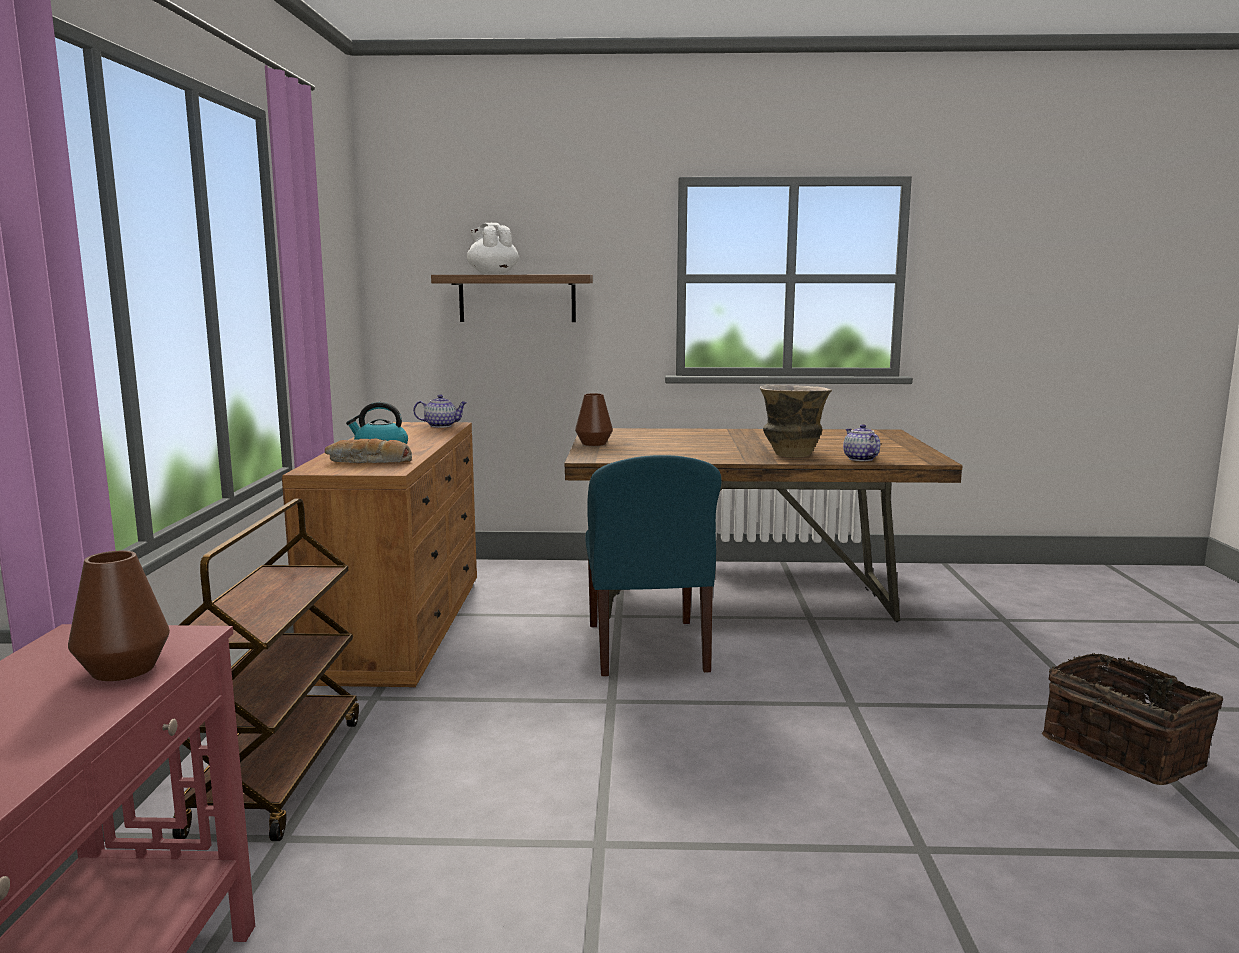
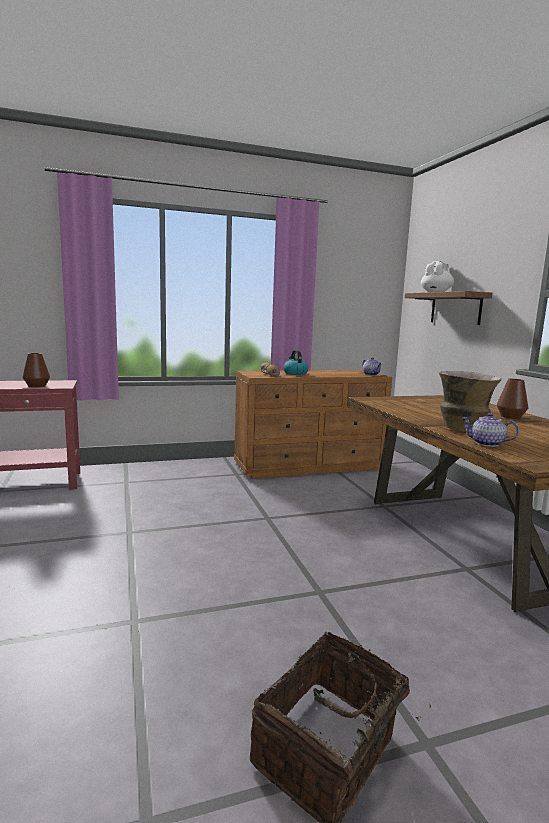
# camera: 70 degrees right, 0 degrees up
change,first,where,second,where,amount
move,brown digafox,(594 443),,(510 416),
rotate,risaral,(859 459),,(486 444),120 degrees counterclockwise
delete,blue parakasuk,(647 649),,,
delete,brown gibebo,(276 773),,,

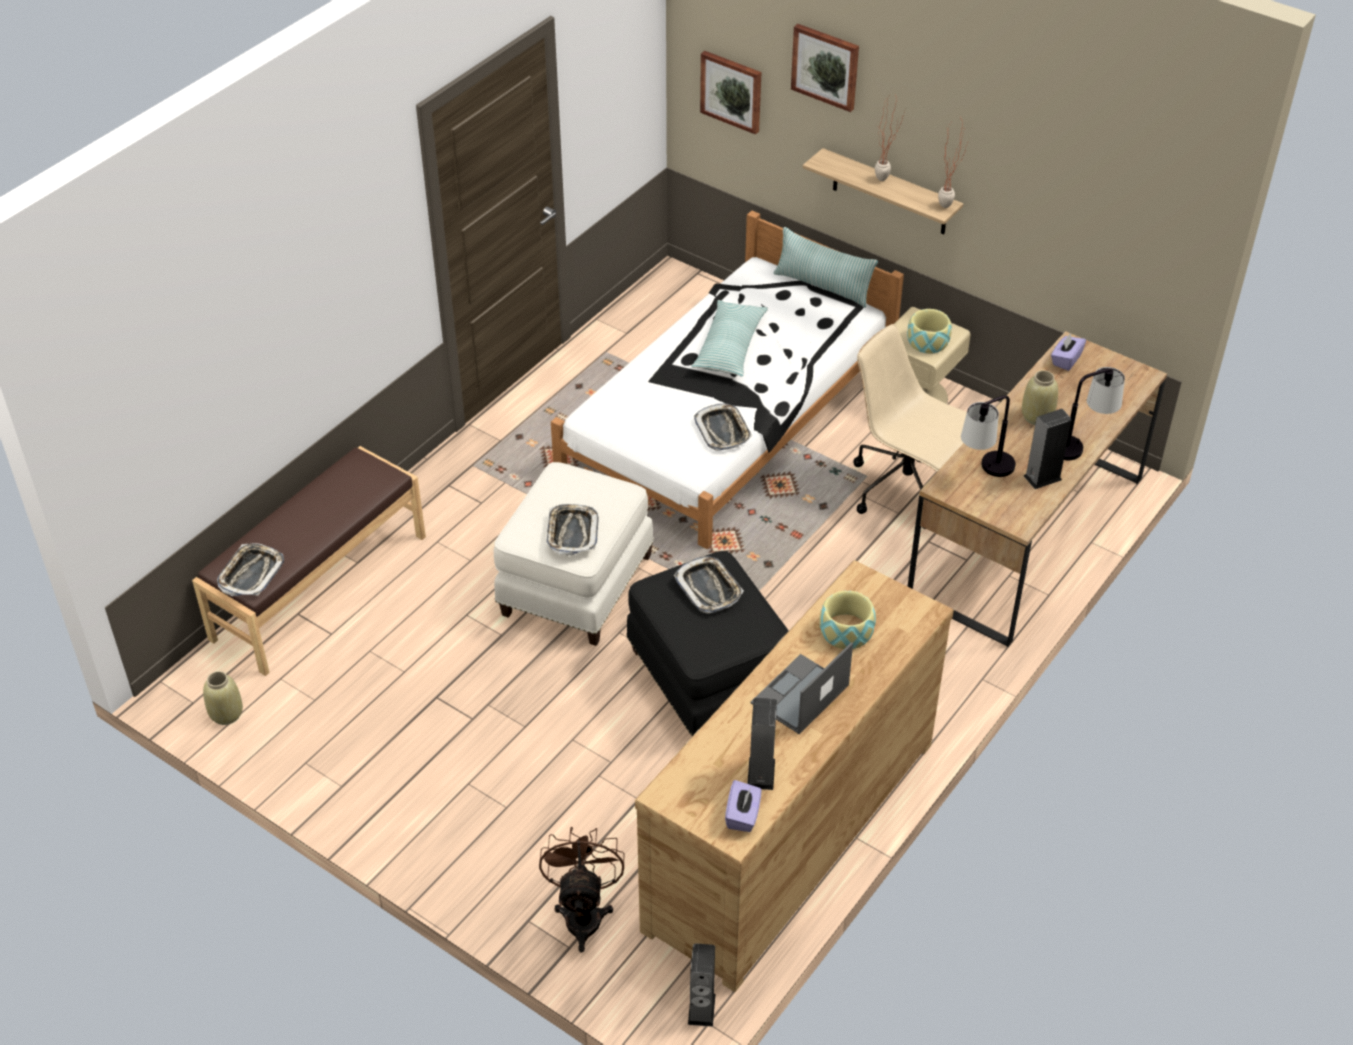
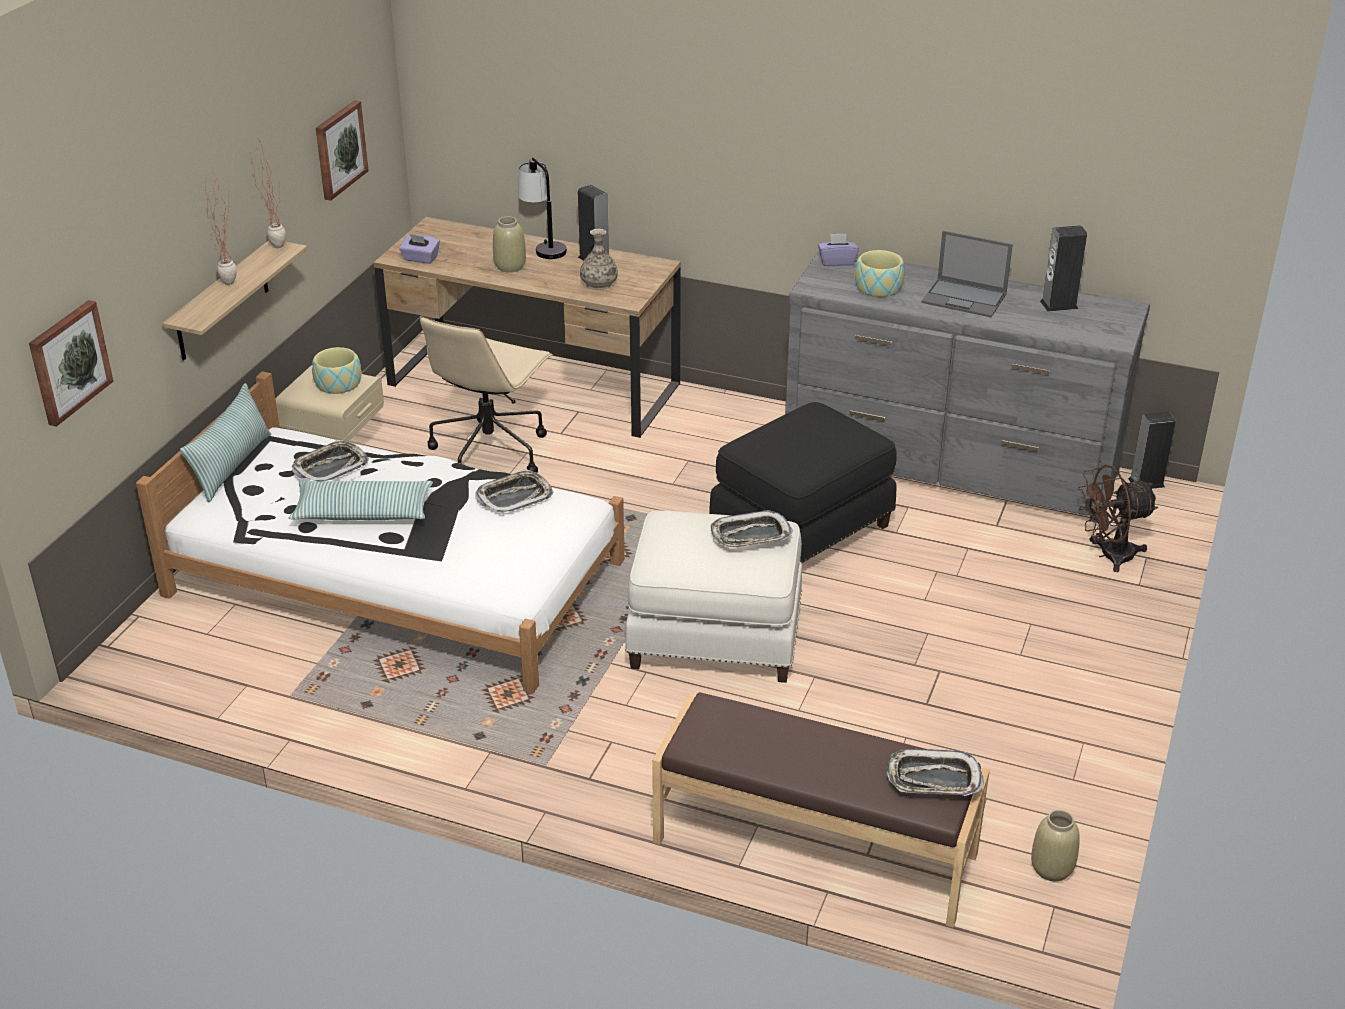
# camera: 105 degrees left, 10 degrees down
change,first,where,second,where,amount
move,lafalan,(826 66),,(339 149),
replace,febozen,(985 472),digafox,(599 284),
move,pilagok,(709 588),,(330 467),
recolor,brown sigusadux,(788 834),grey sigusadux,(950 465),
move,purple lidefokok,(743 816),,(837 262),

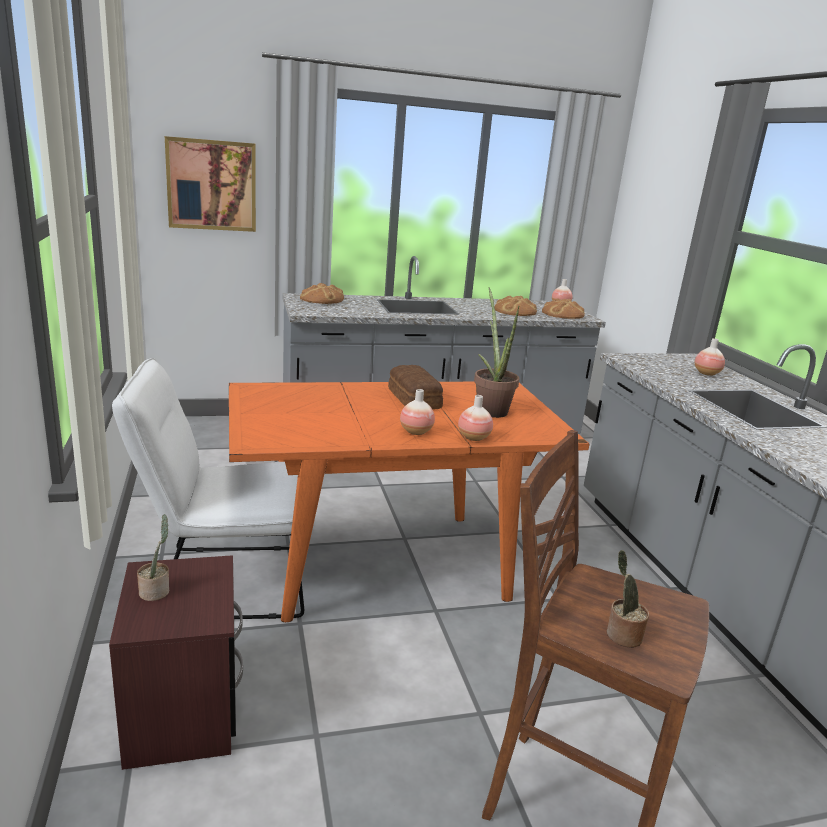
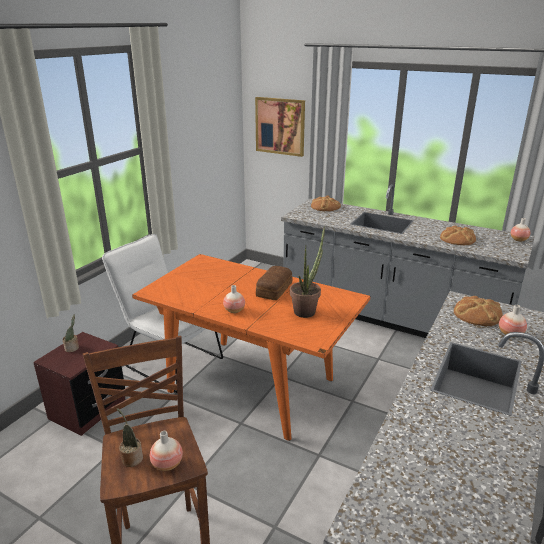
# camera: 45 degrees right, 5 degrees up
change,first,where,second,where,amount
move,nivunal,(563 314),,(477 314),
move,digafox,(473 437),,(167 464),

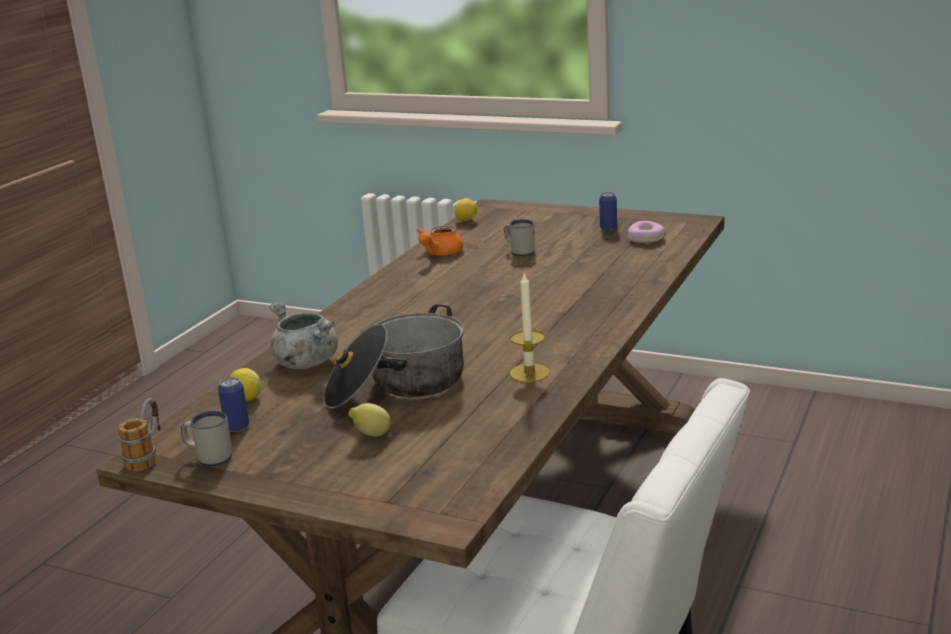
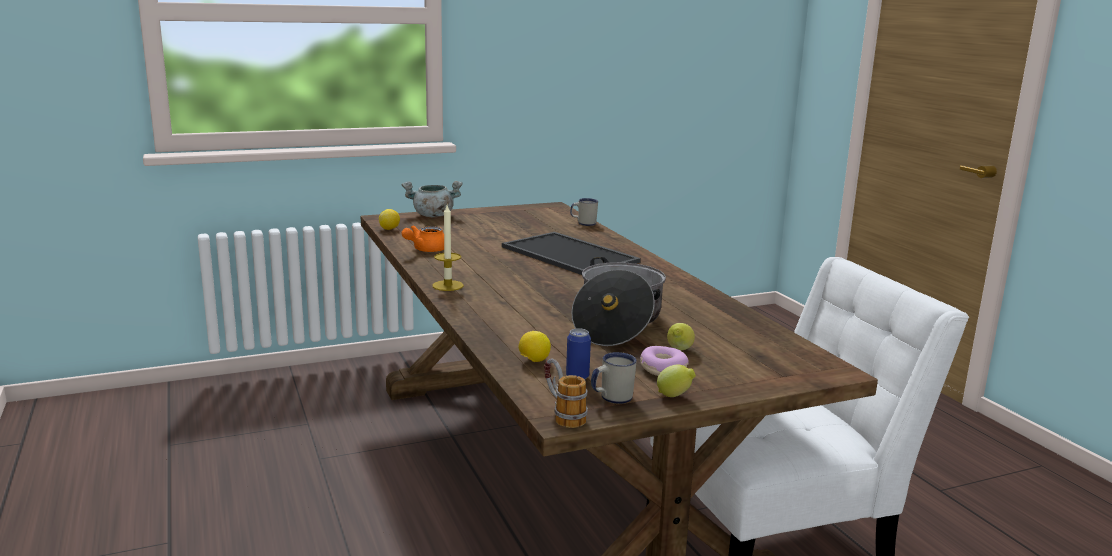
# camera: 50 degrees left, 5 degrees down
change,first,where,second,where,amount
delete,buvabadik,(608 228),,,
move,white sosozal,(519 251),,(583 223),
move,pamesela,(646 239),,(663 368),
rotate,orange risaral,(439 253),,(425 250),60 degrees clockwise
move,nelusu,(529 373),,(448 285),
move,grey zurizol,(305 363),,(432 215),
insert,,,pilagok,(572 254),
insert,,,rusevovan,(675 396),

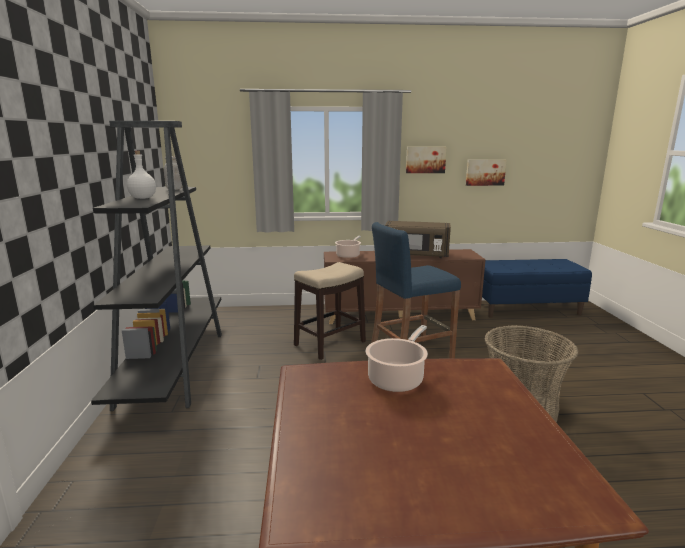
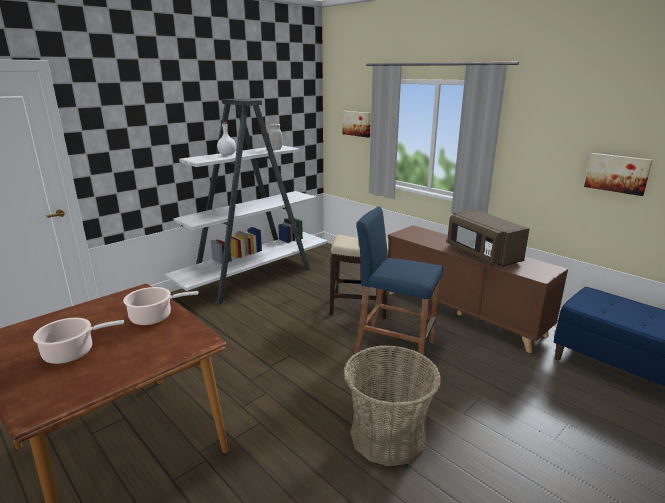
# camera: 50 degrees right, 5 degrees up
change,first,where,second,where,amount
recolor,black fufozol,(175 365),white fufozol,(255 277),
move,lafalan,(425 159),,(357 123),
move,zurizol,(348 255),,(72 352),

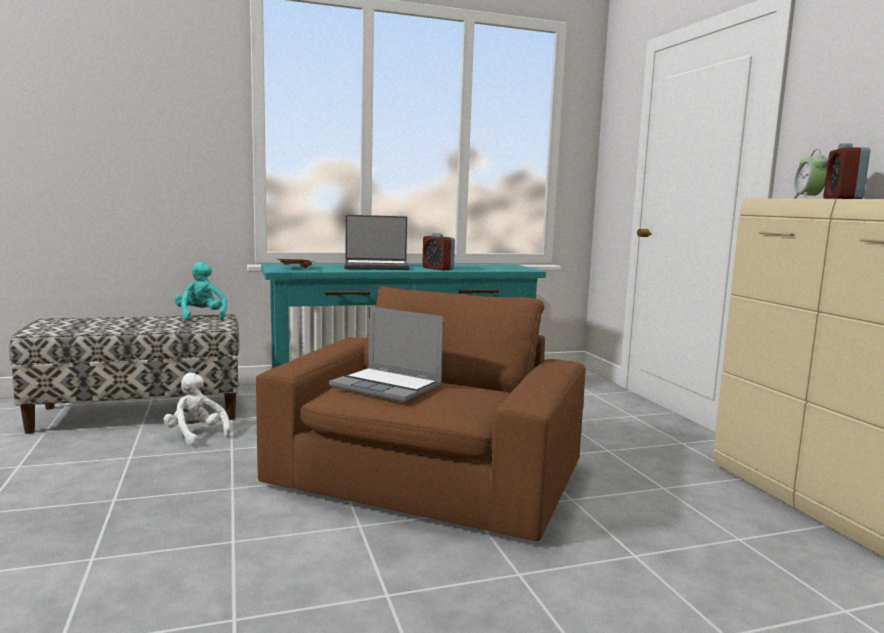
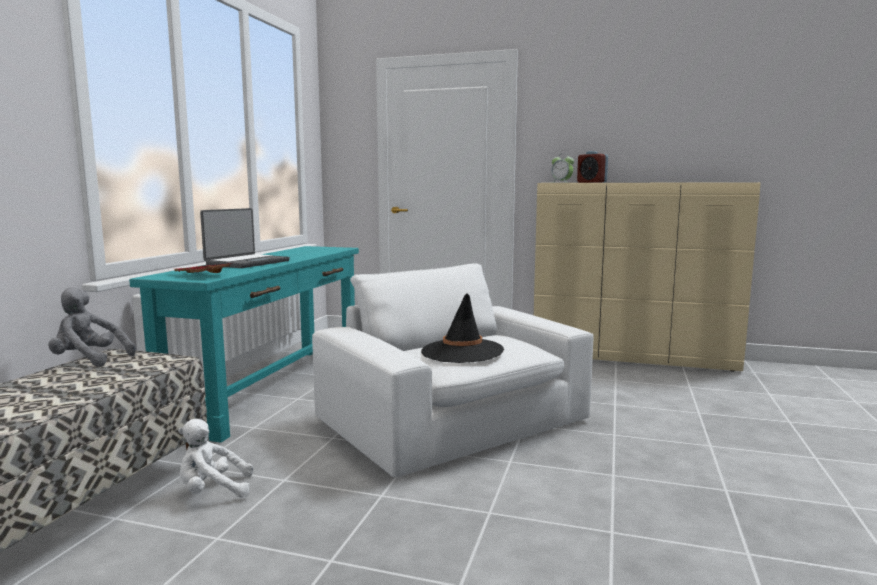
# camera: 55 degrees left, 0 degrees up
change,first,where,second,where,amount
delete,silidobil,(437 268),,,
recolor,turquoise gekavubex,(201 317),grey gekavubex,(89 360),
recolor,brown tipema,(427 476),white tipema,(454 422),
replace,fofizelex,(388 387),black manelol,(462 351),

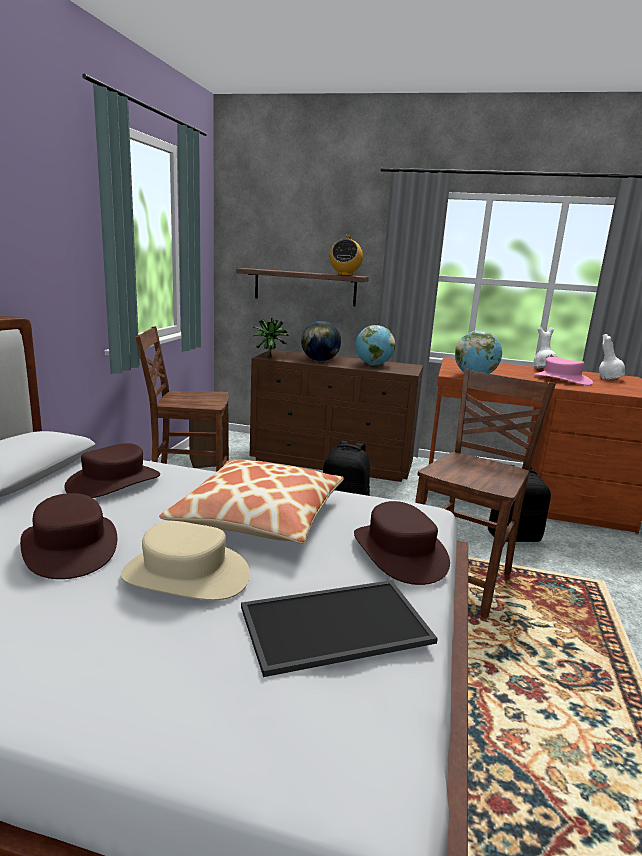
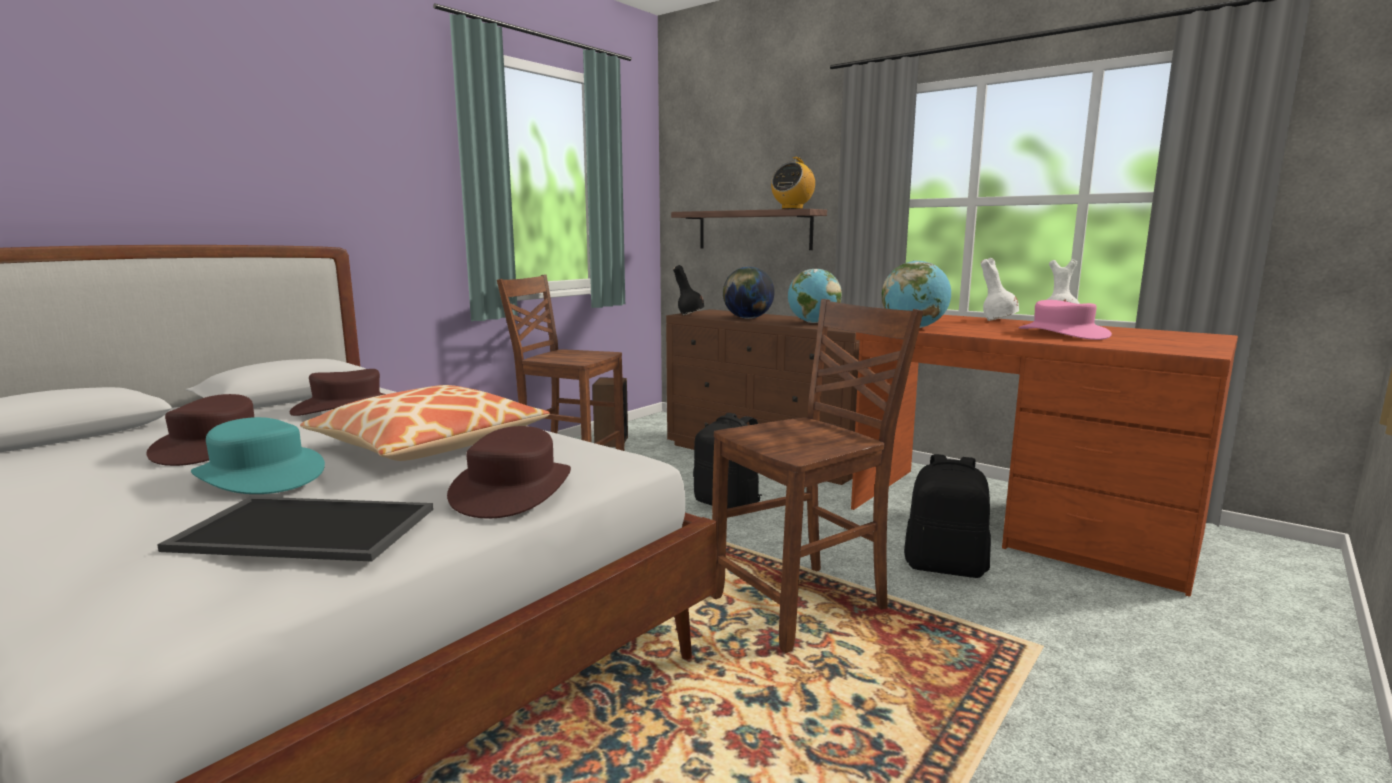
# camera: 25 degrees right, 5 degrees down
change,first,where,second,where,amount
replace,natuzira,(269 357),black digafox,(690 314),
move,white digafox,(608 378),,(998 320),
recolor,beige manelol,(185 575),turquoise manelol,(259 475),

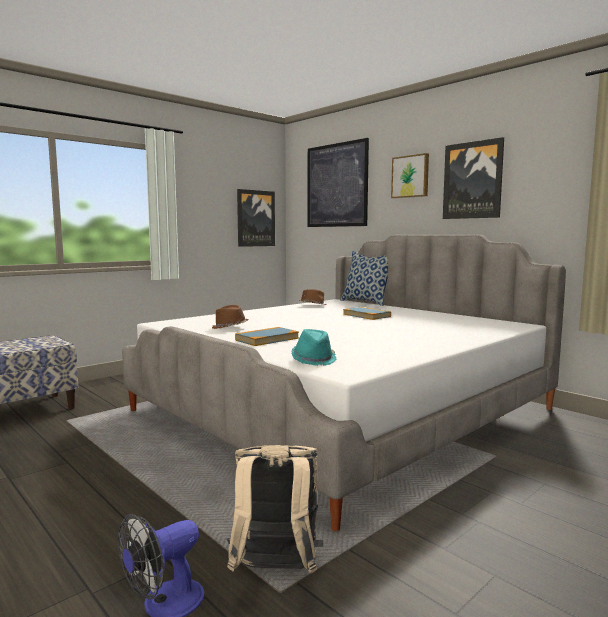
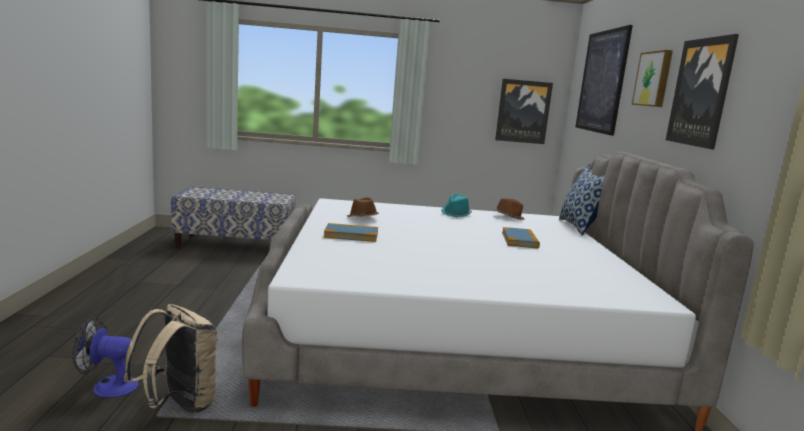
# camera: 40 degrees right, 5 degrees up
change,first,where,second,where,amount
move,turquoise manelol,(314 359),,(456 213),

